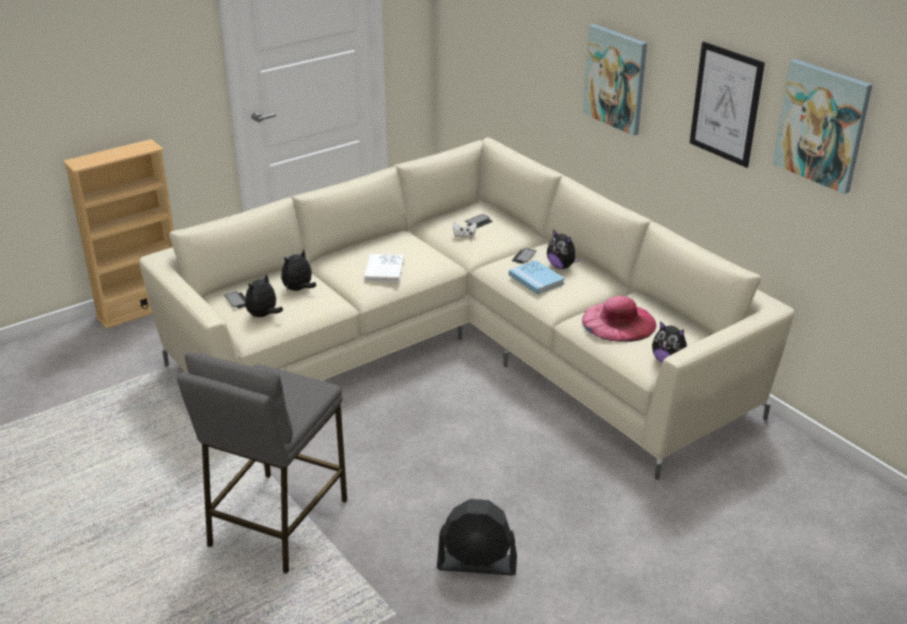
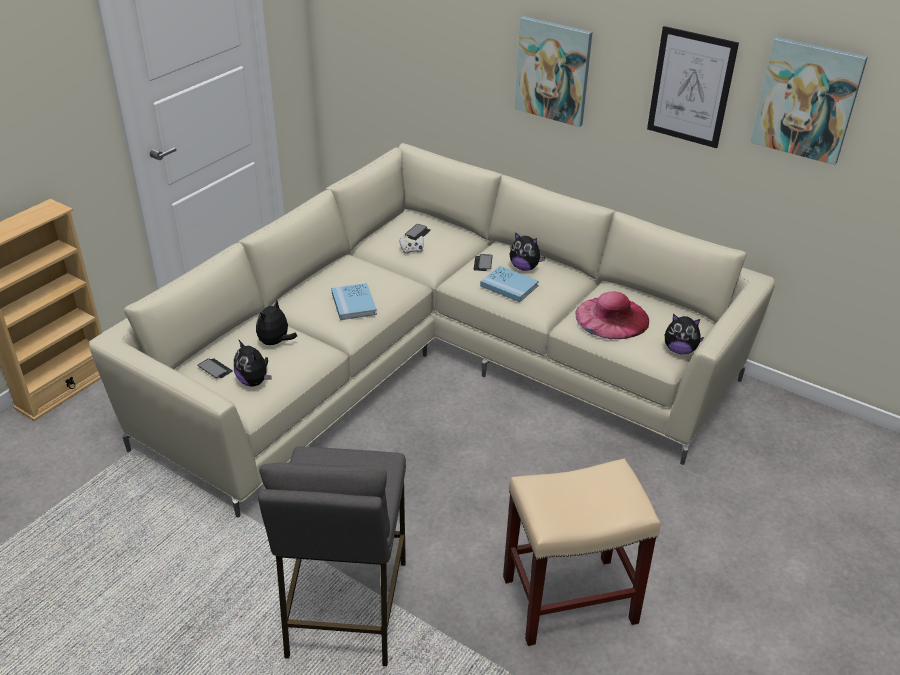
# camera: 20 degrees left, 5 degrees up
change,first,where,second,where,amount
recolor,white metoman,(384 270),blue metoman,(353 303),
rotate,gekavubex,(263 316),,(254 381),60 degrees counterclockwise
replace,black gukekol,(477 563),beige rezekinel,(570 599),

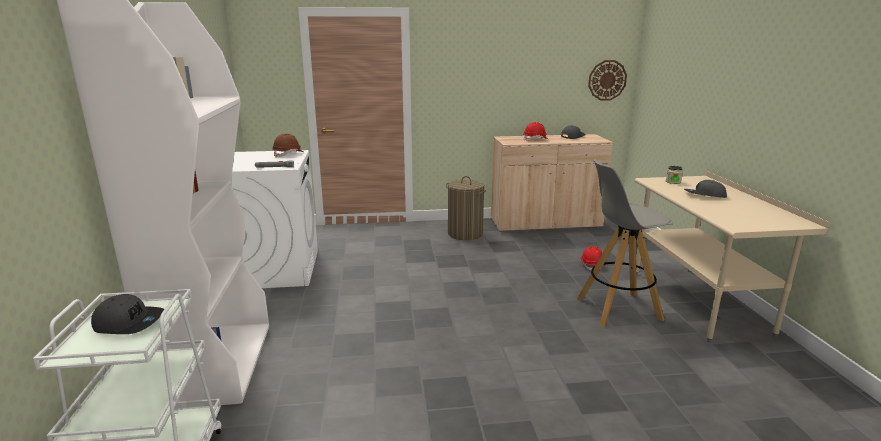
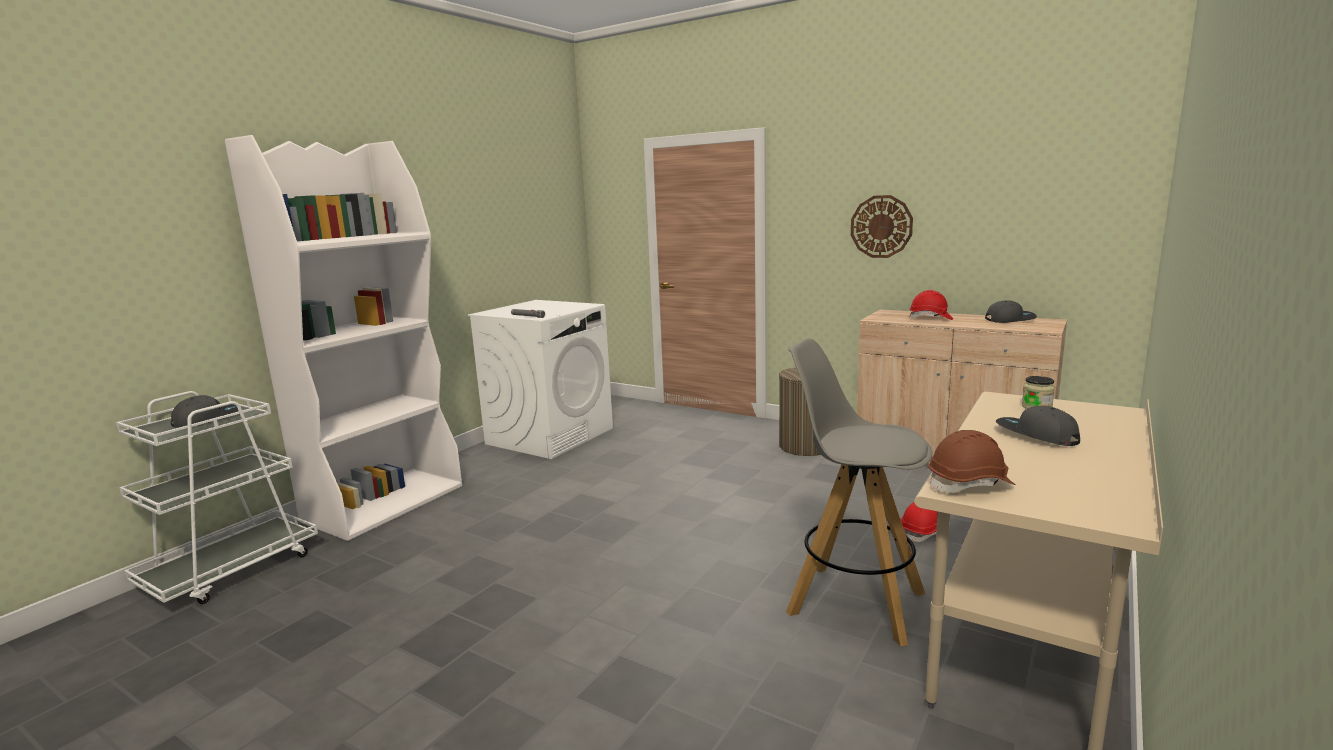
# camera: 40 degrees right, 5 degrees down
change,first,where,second,where,amount
move,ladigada,(607 80),,(881 226),
move,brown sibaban,(288 154),,(970 484),
rotate,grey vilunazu,(129 322),,(207 418),90 degrees counterclockwise

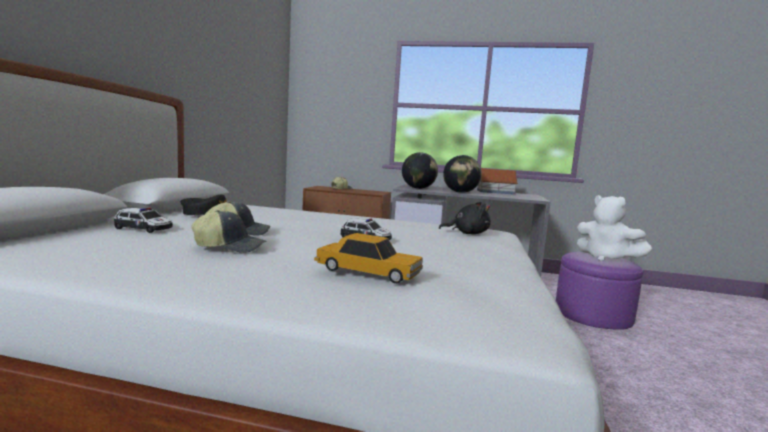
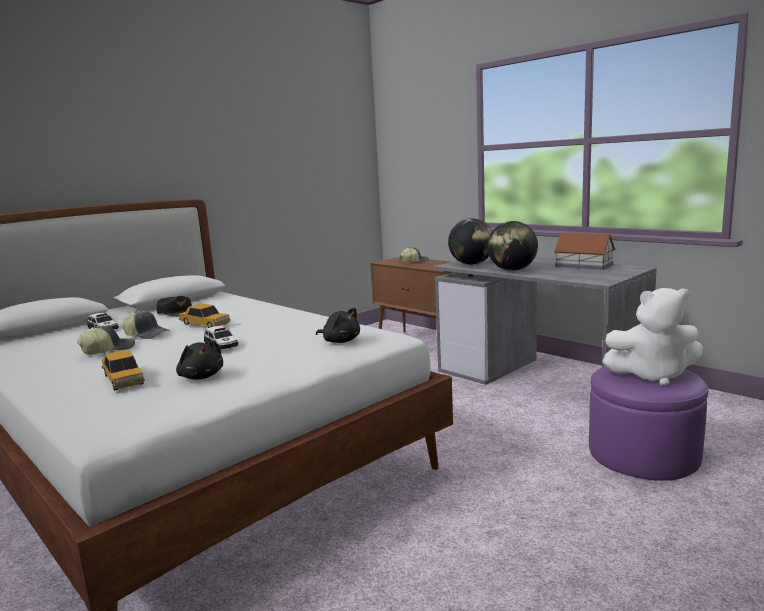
# camera: 35 degrees right, 5 degrees up
change,first,where,second,where,amount
rotate,white gekavubex,(606 258),,(652 375),75 degrees counterclockwise
rotate,vilunazu,(230 247),,(108 350),75 degrees counterclockwise
insert,,,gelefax,(205 324),
insert,,,black gekavubex,(201 376),

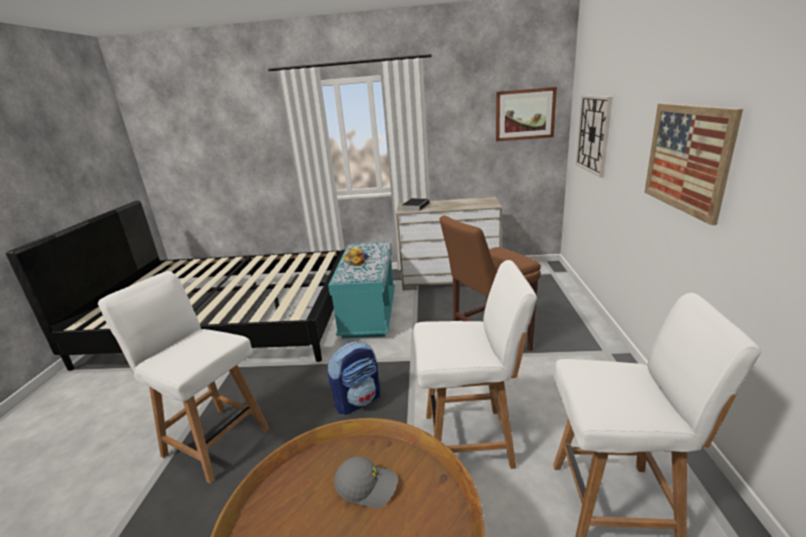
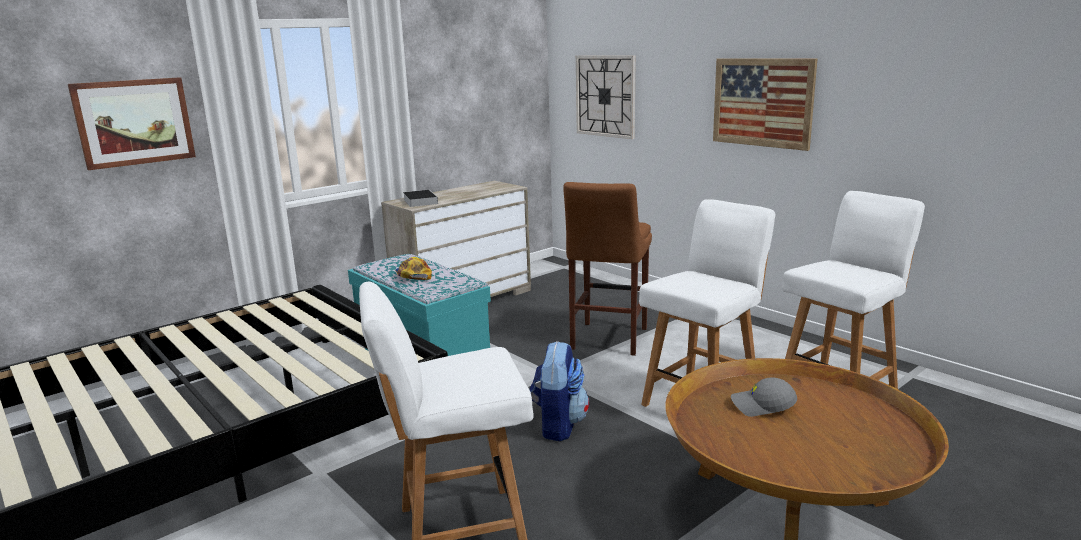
# camera: 45 degrees left, 5 degrees down
change,first,where,second,where,amount
move,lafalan,(525 114),,(134 122),
rotate,grey vilunazu,(367 485),,(762 406),135 degrees counterclockwise

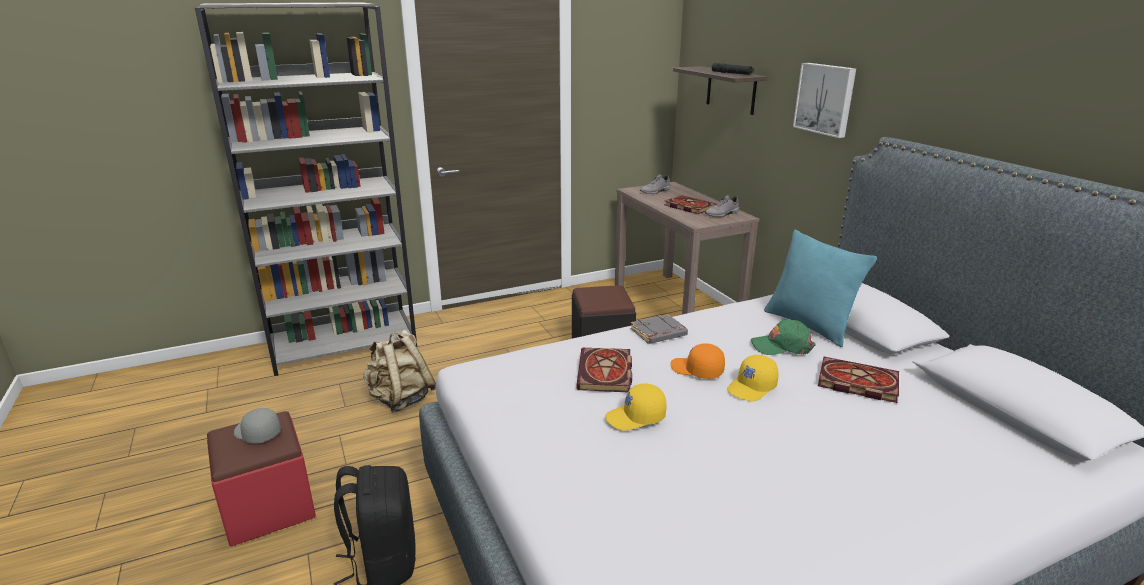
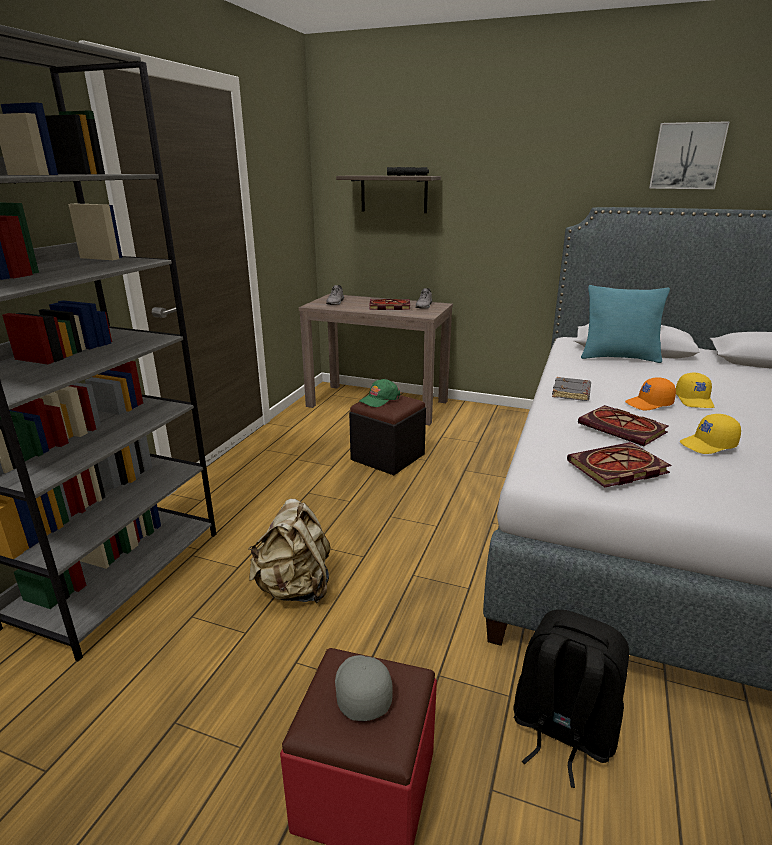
# camera: 45 degrees left, 0 degrees up
change,first,where,second,where,amount
move,lafalan,(825 99),,(687 156),
move,green vilunazu,(782 346),,(379 399),
move,metoman,(855 382),,(616 468),
rotate,yellow vilunazu,(636 418),,(708 445),45 degrees clockwise
rotate,grey vilunazu,(256 433),,(361 691),90 degrees clockwise

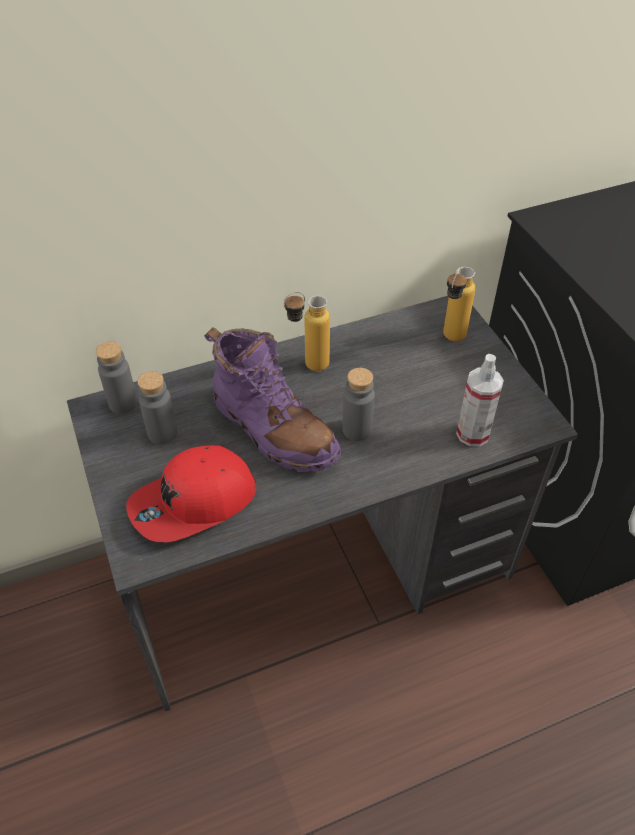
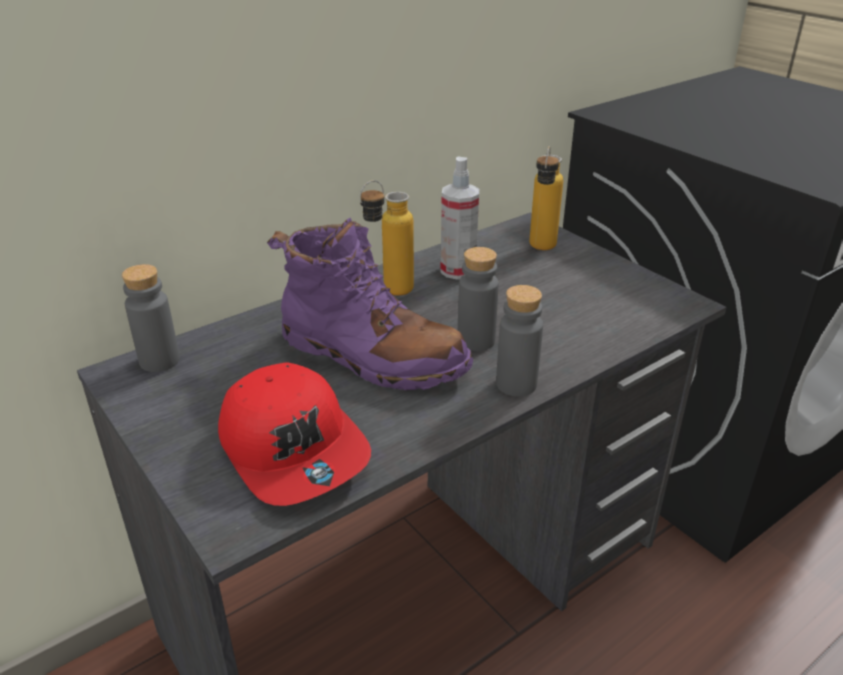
# camera: 15 degrees left, 15 degrees down
change,first,where,second,where,amount
move,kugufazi,(473 434),,(458 270),
move,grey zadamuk,(162 433),,(516 384),
rotate,red vilunazu,(194 503),,(295 448),75 degrees counterclockwise

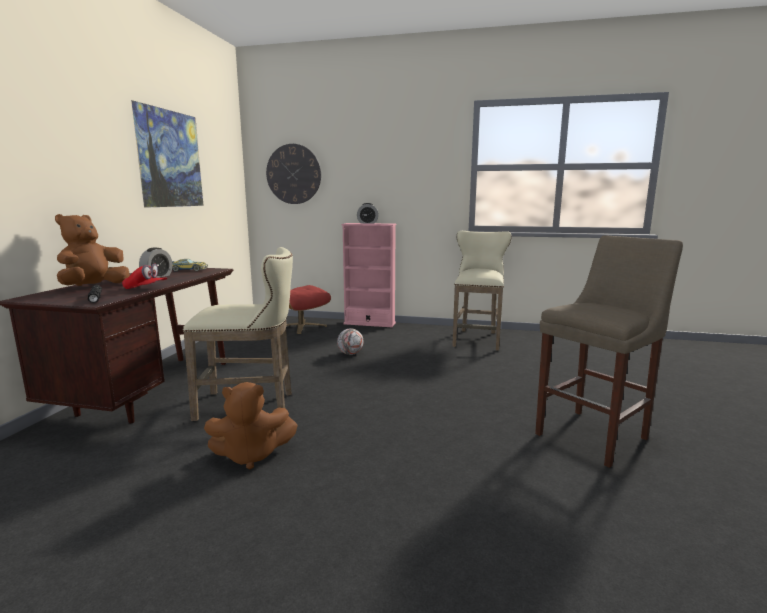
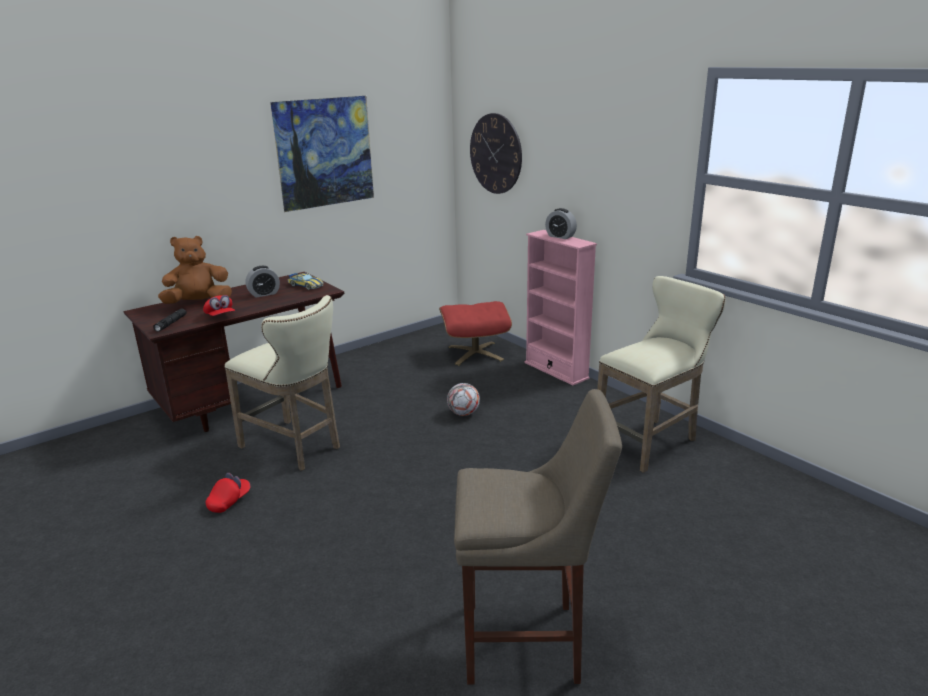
# camera: 40 degrees right, 10 degrees up
change,first,where,second,where,amount
replace,brown gekavubex,(251 455),red vilunazu,(229 501),

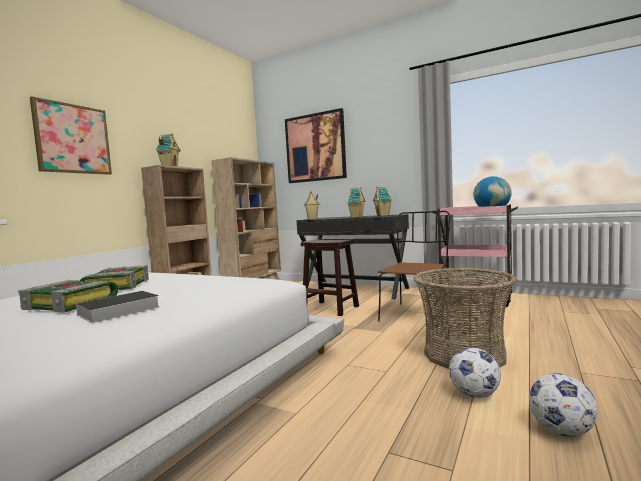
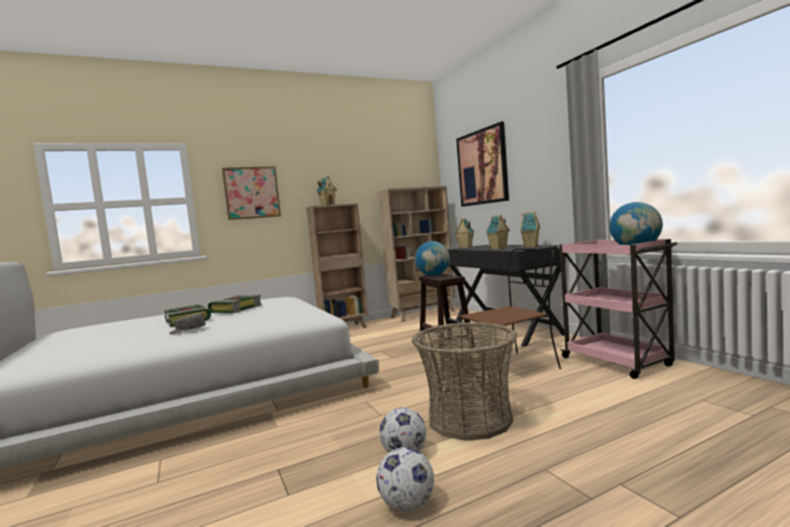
# camera: 35 degrees right, 0 degrees up
change,first,where,second,where,amount
replace,metoman,(117 311),grey vilunazu,(187 330),
insert,,,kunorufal,(433 275),

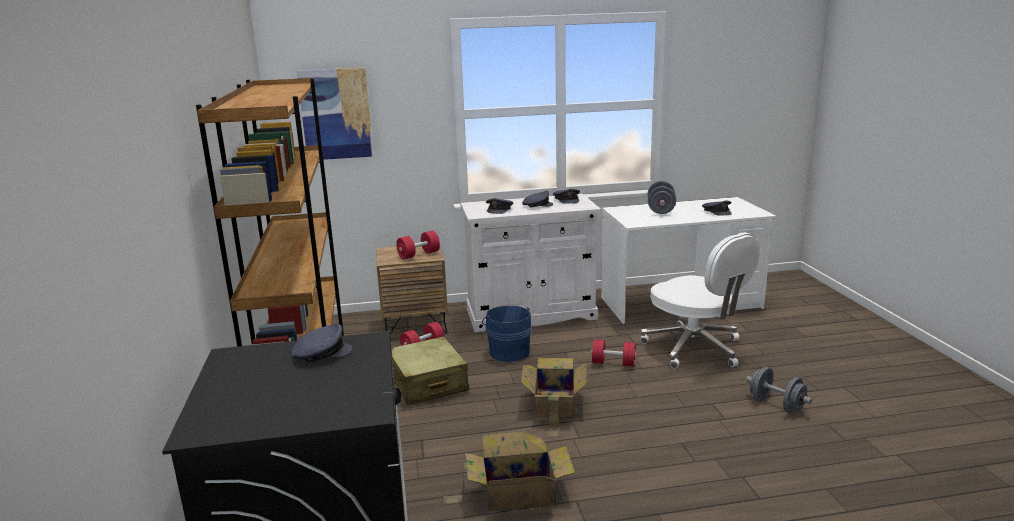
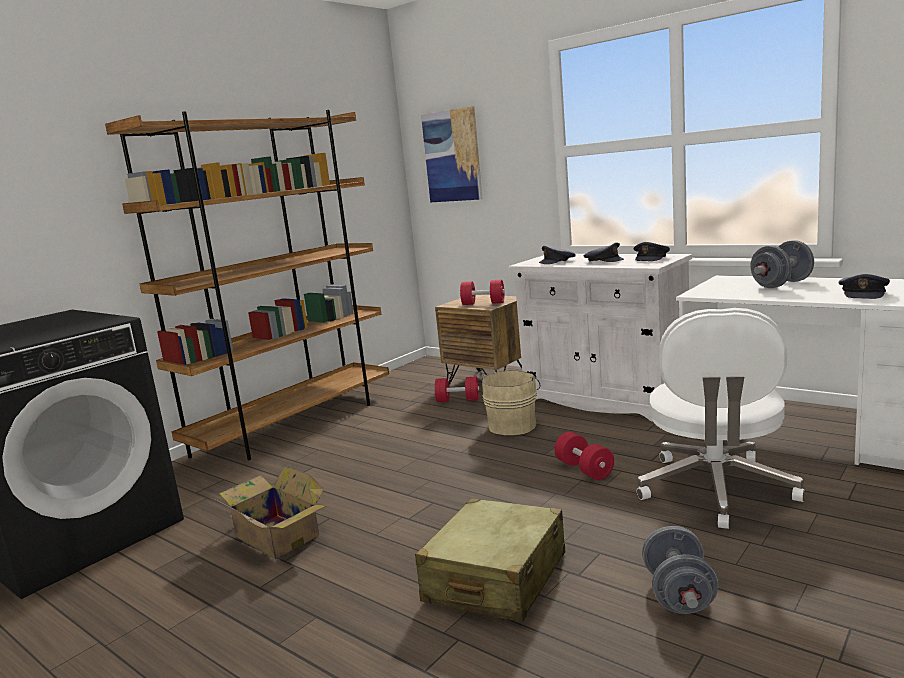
# camera: 50 degrees right, 5 degrees down
change,first,where,second,where,amount
recolor,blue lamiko,(508 351),beige lamiko,(513 425),
delete,grey vilunazu,(321 353),,,
move,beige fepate,(428 383),,(495 578),
delete,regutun,(554 405),,,

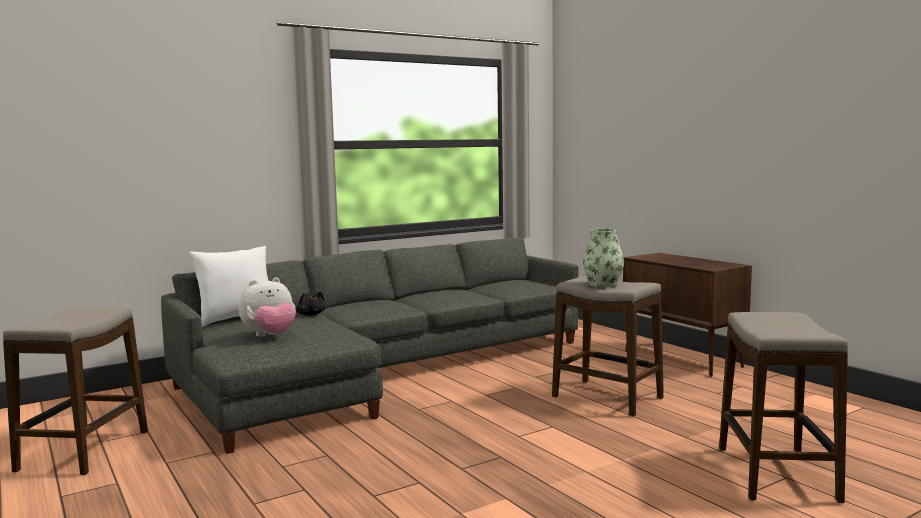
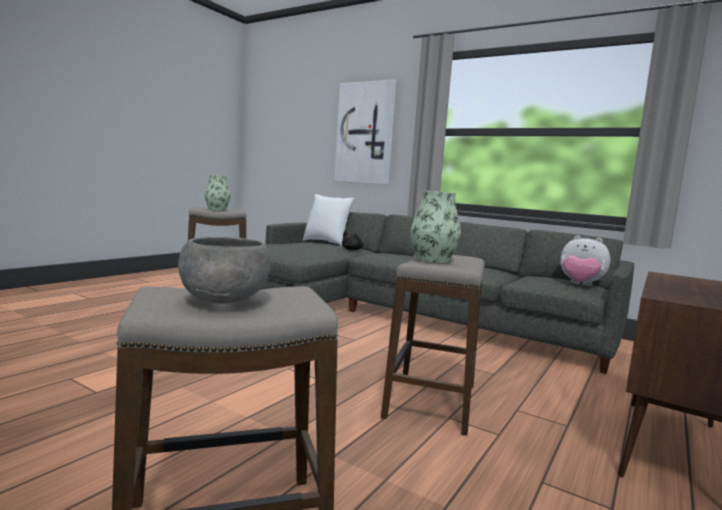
# camera: 65 degrees right, 0 degrees up
change,first,where,second,where,amount
move,gekavubex,(270 336),,(580 285),
insert,,,lafalan,(365 133),
insert,,,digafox,(217 209),
insert,,,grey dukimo,(225 301),

